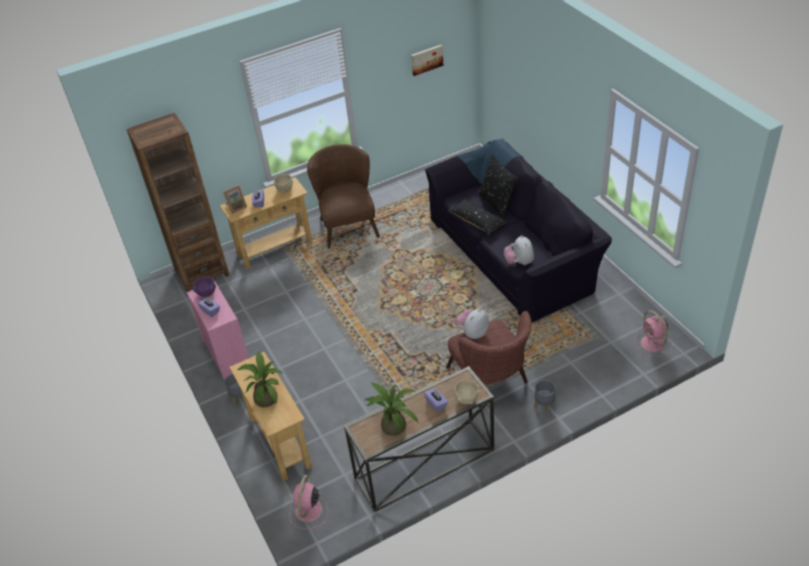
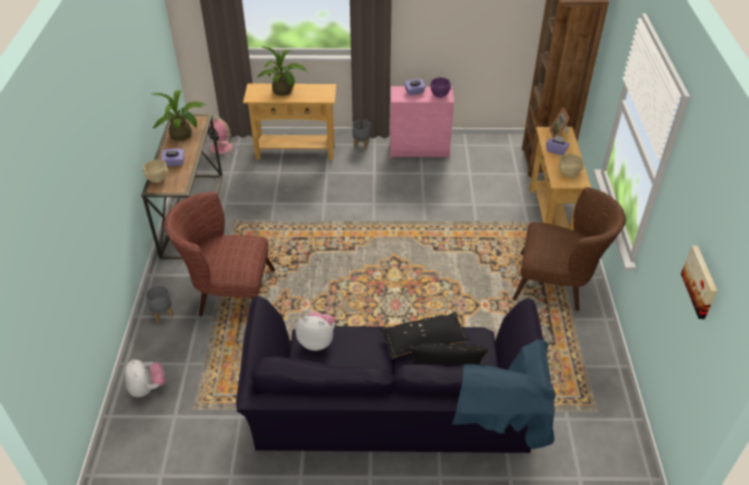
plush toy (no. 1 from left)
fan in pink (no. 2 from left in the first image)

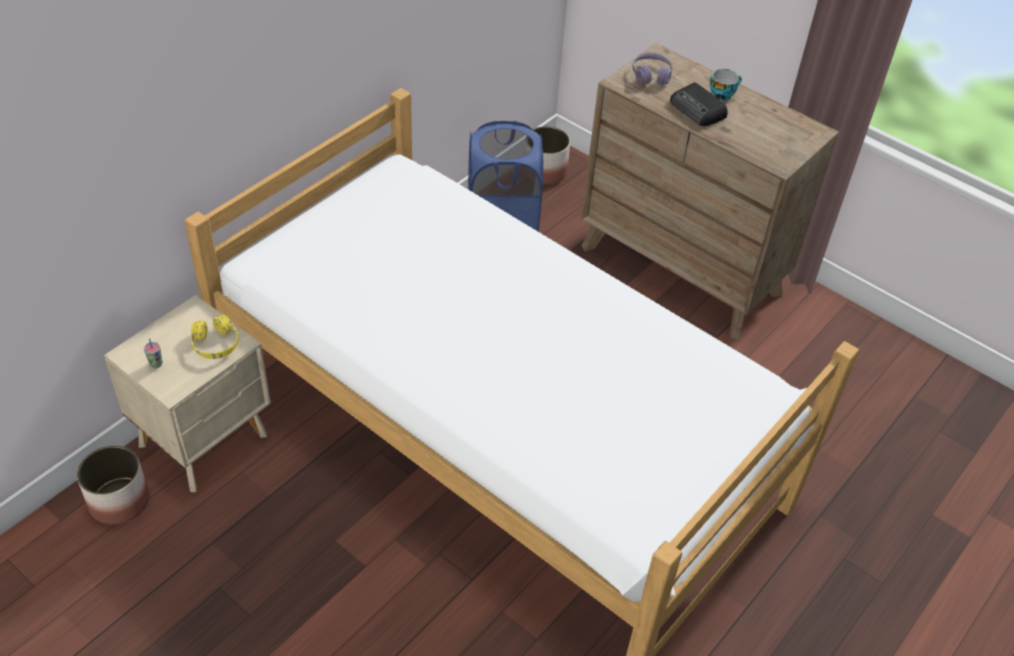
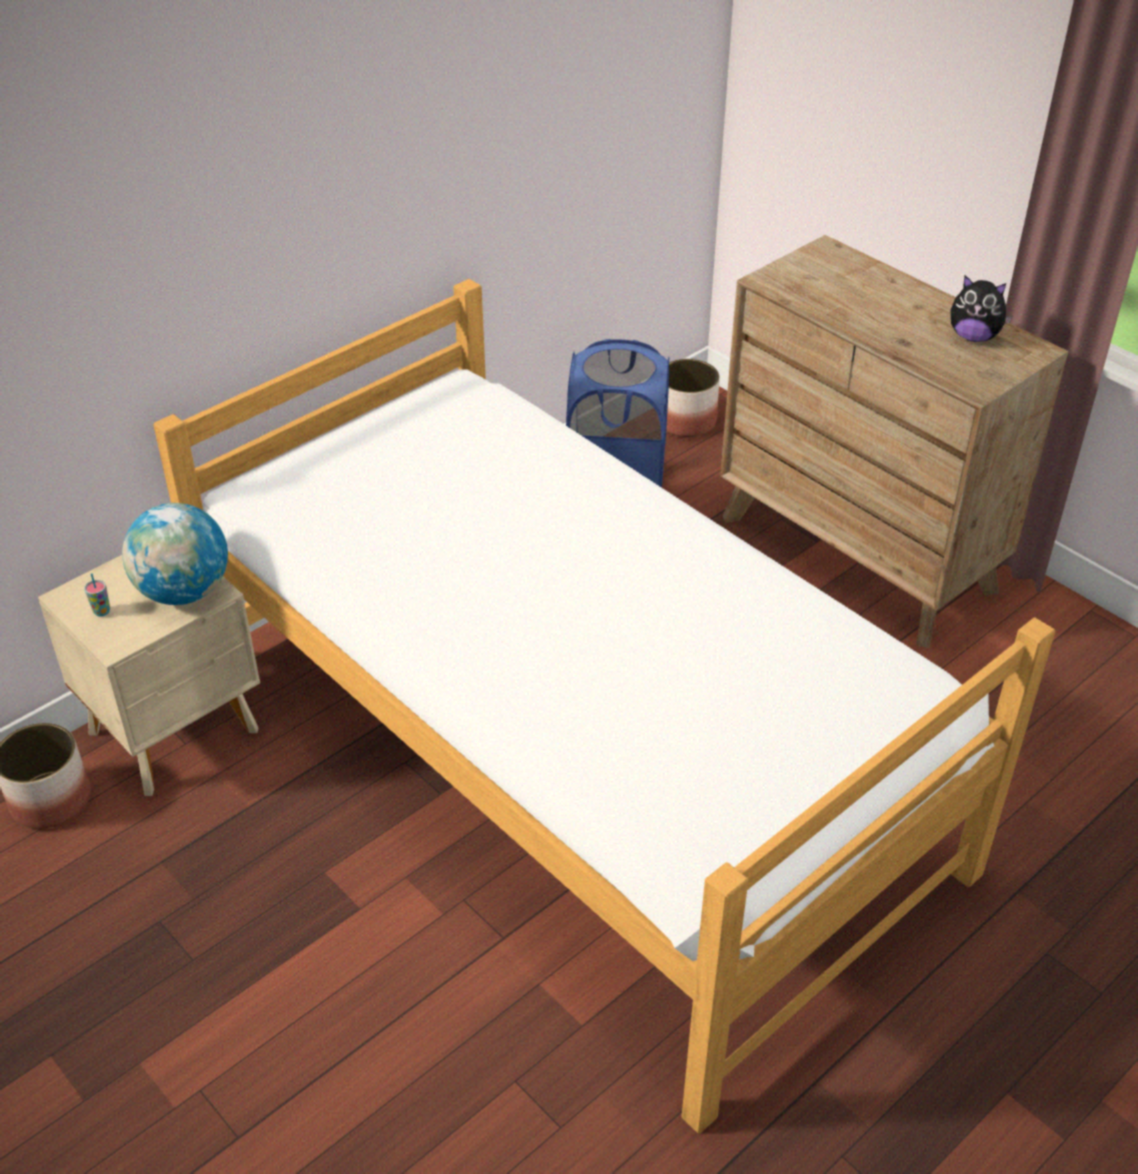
globe
headphones in purple
radio
cup (no. 2 from left in the first image)
plush toy

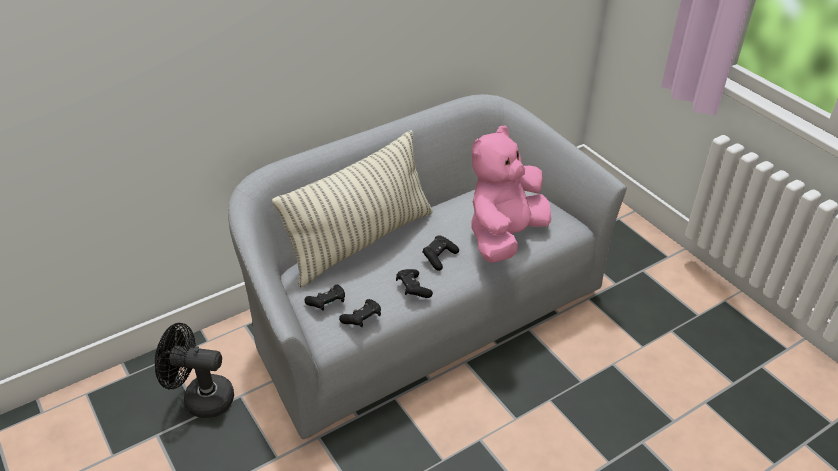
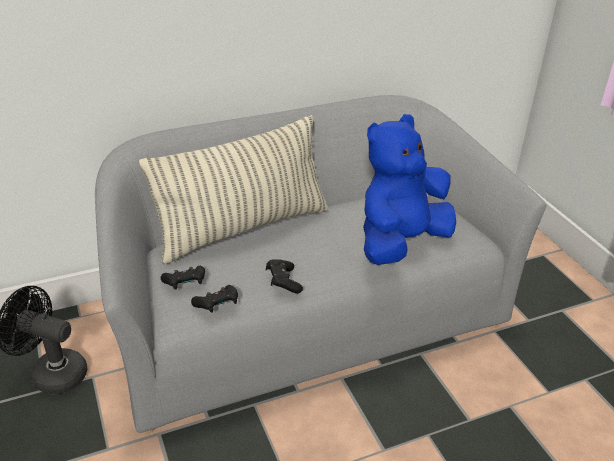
game controller in black (no. 4 from left in the first image)
plush toy in blue

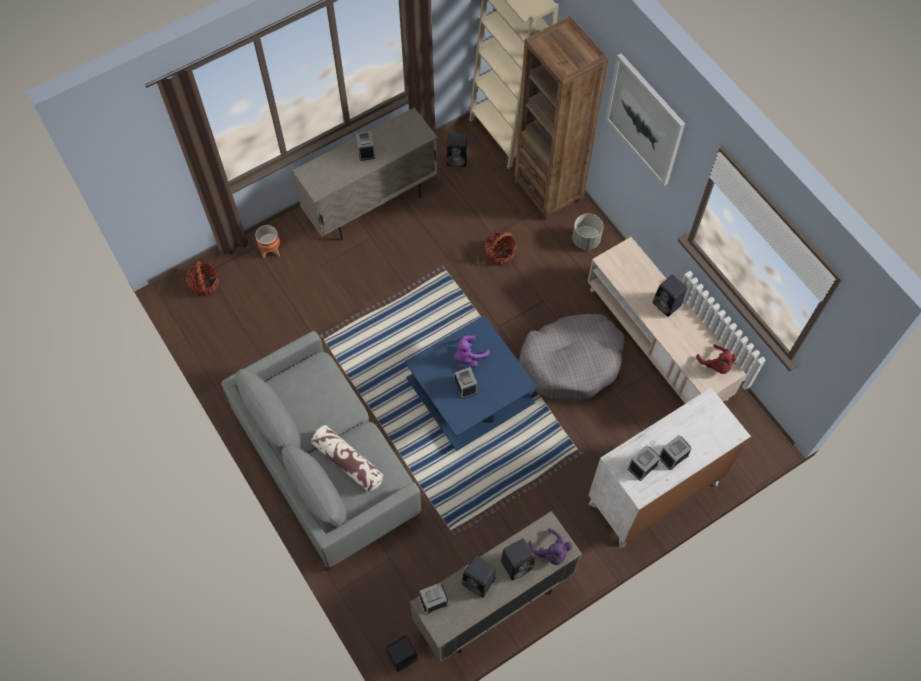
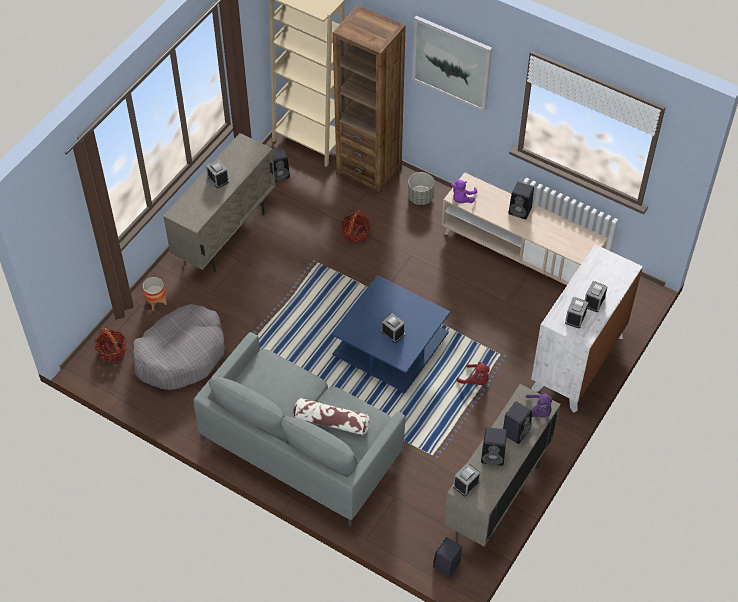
plush toy in purple (no. 1 from left)
dog bed in grey
plush toy in red

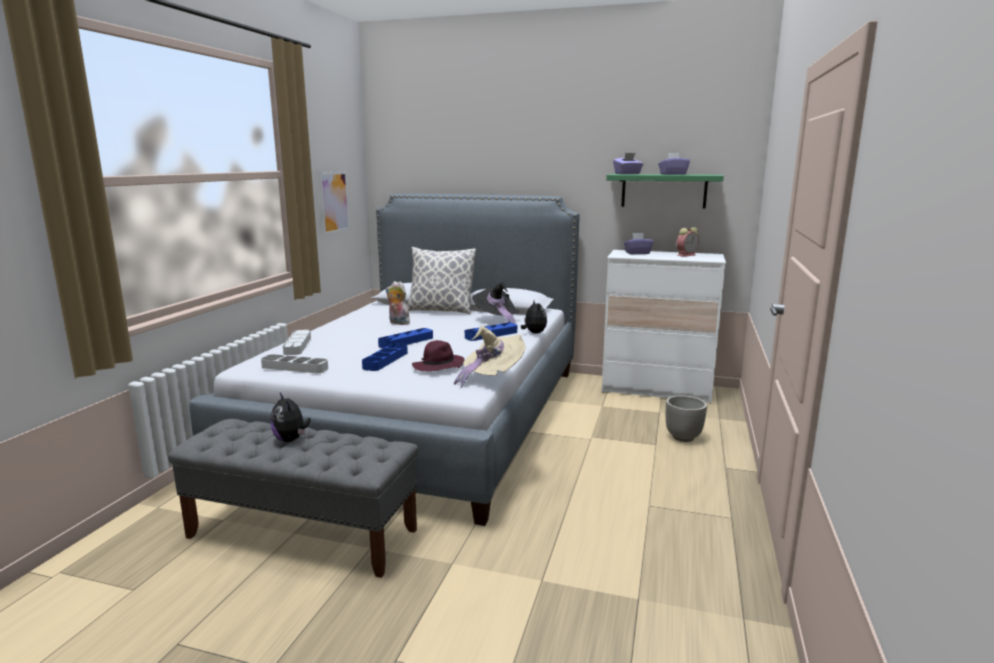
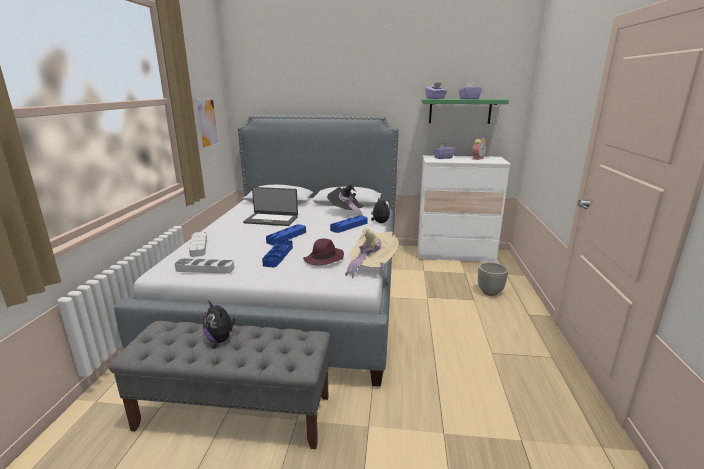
laptop
pillow

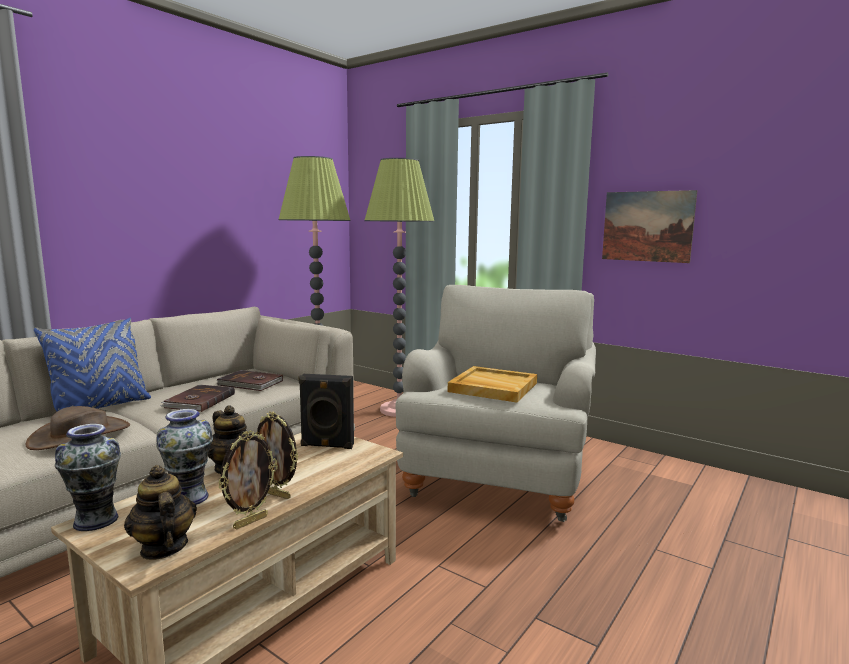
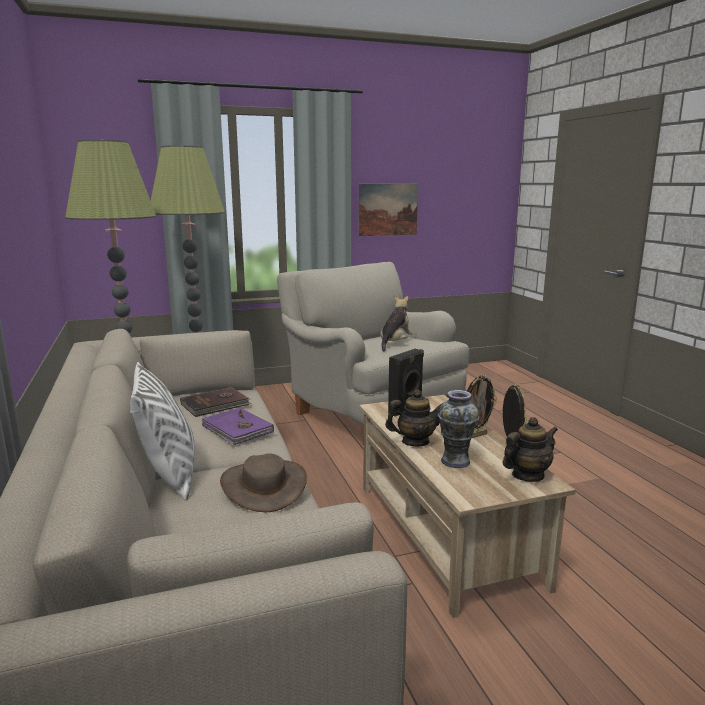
pillow in white
vase (no. 1 from left in the first image)
teapot (no. 2 from left)
book in purple
plush toy

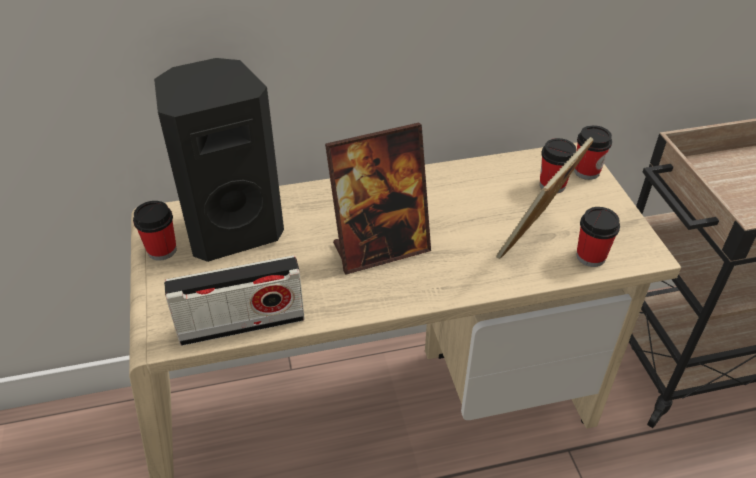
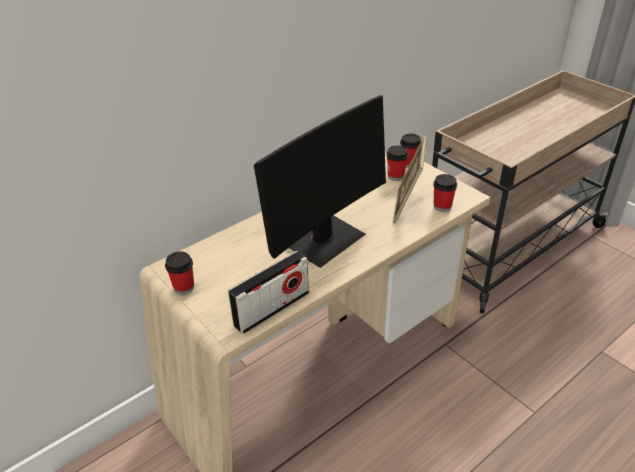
speaker in black
monitor

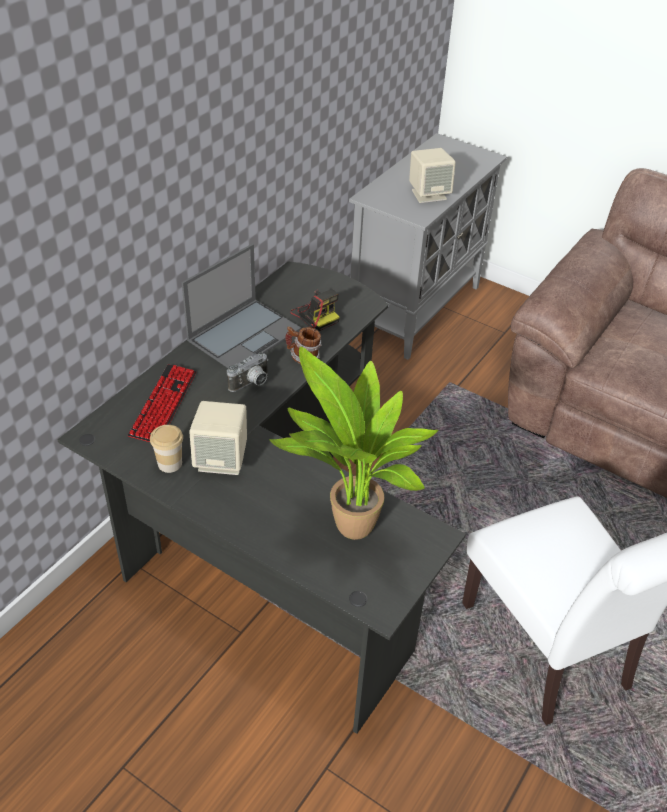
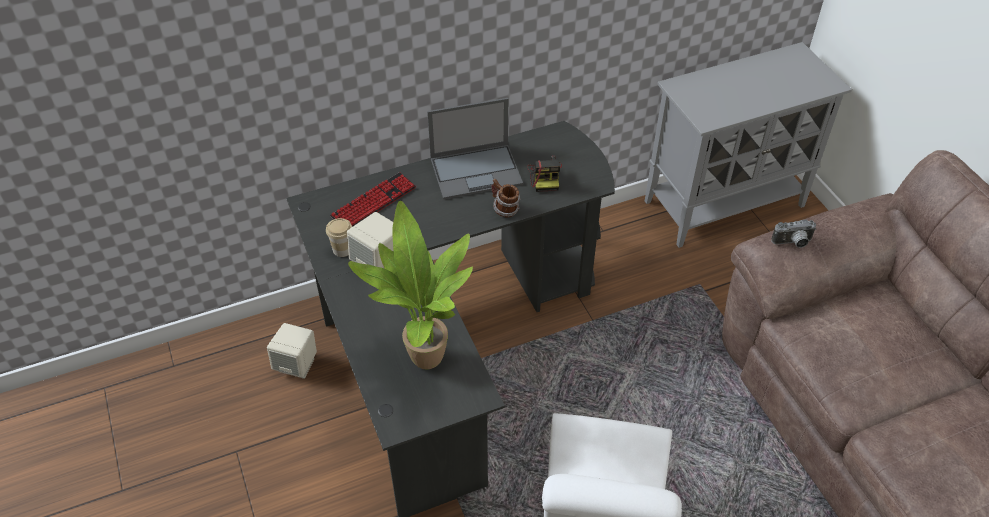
photo camera (no. 2 from left)
speaker in beige (no. 1 from left)

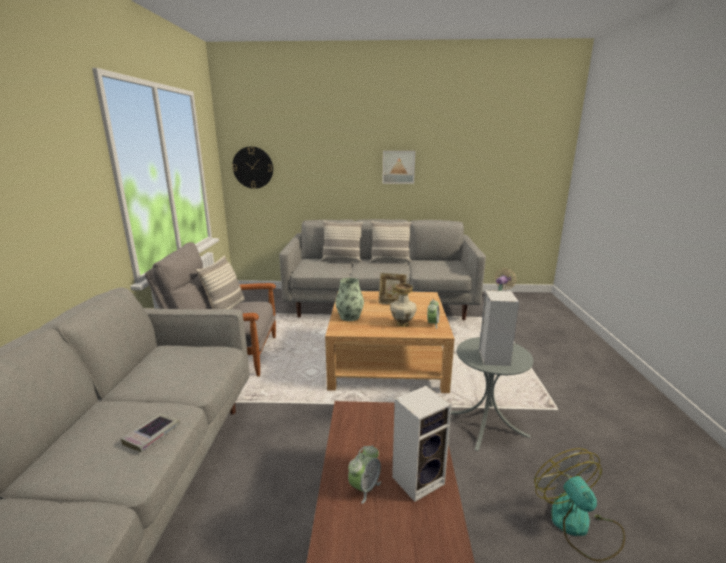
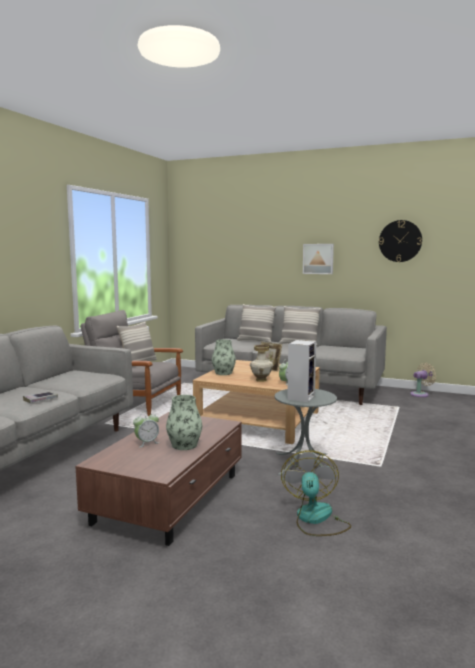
wall clock
vase (no. 1 from left)

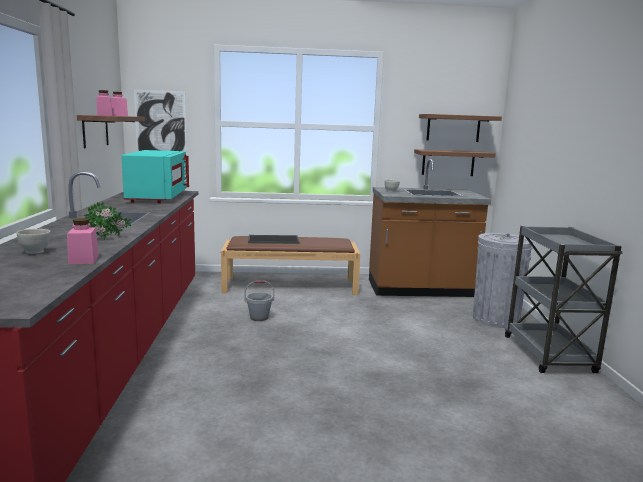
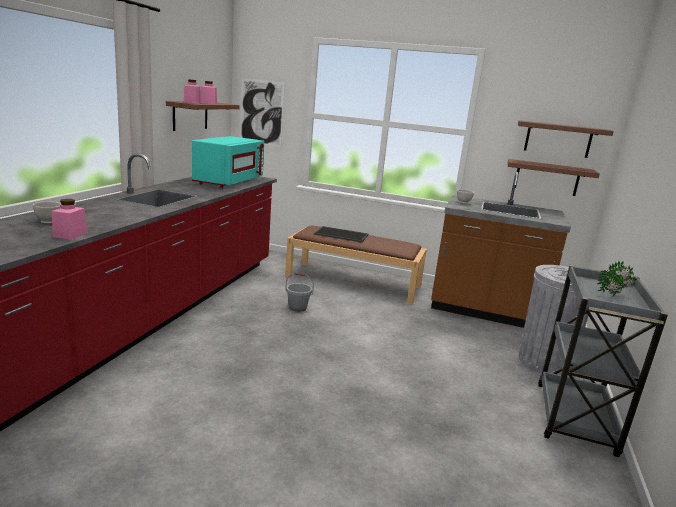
potted plant

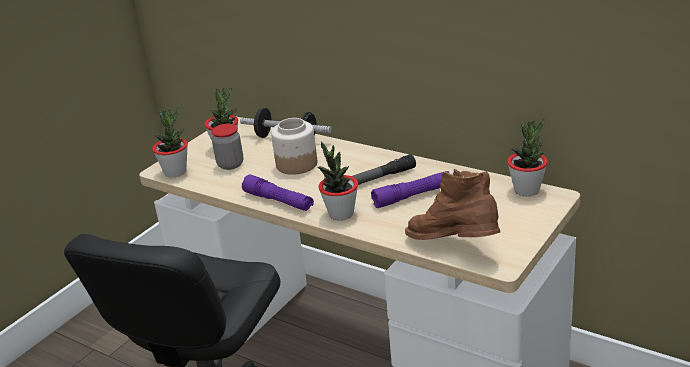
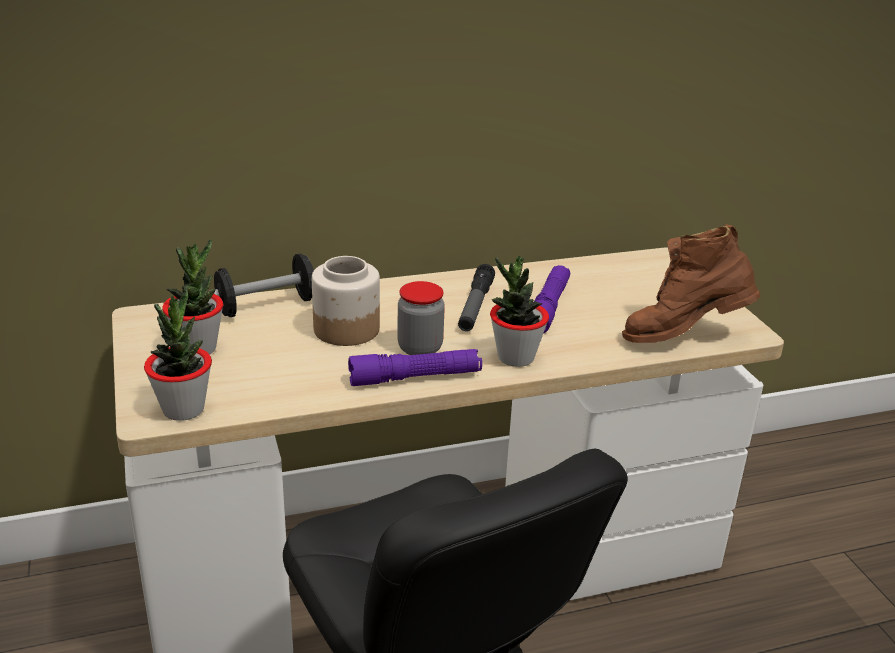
jar (no. 2 from left)
potted plant (no. 4 from left in the first image)

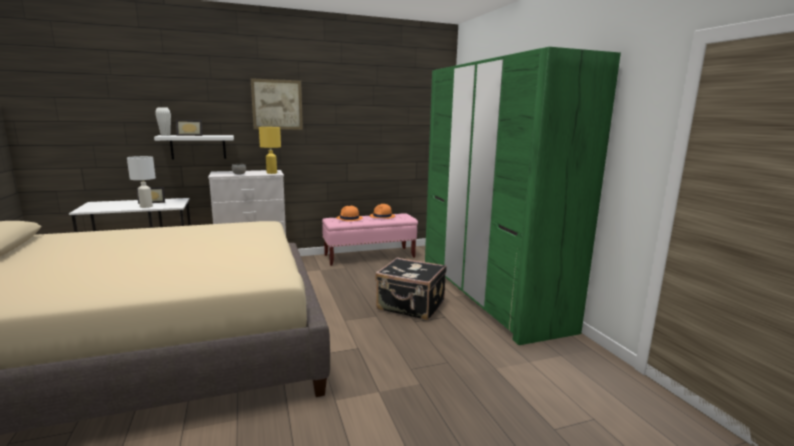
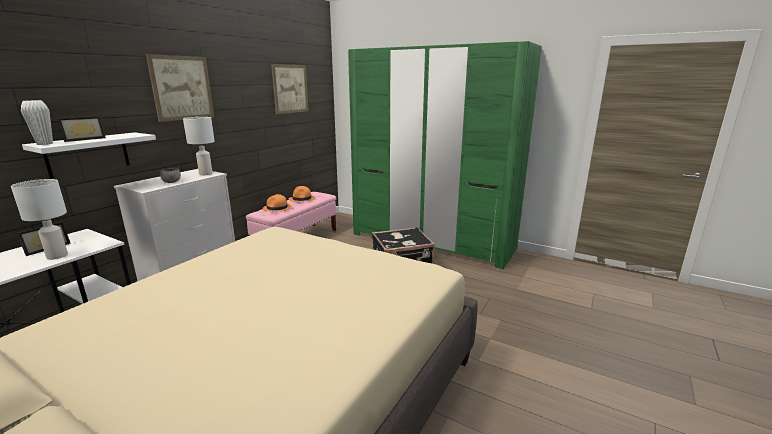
table lamp in white (no. 2 from left)
picture (no. 2 from left)

